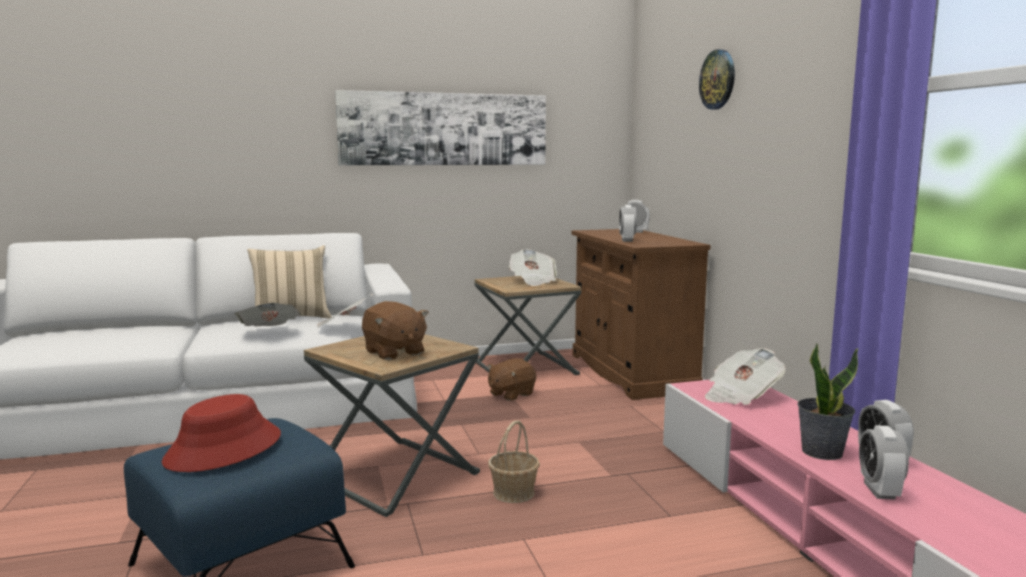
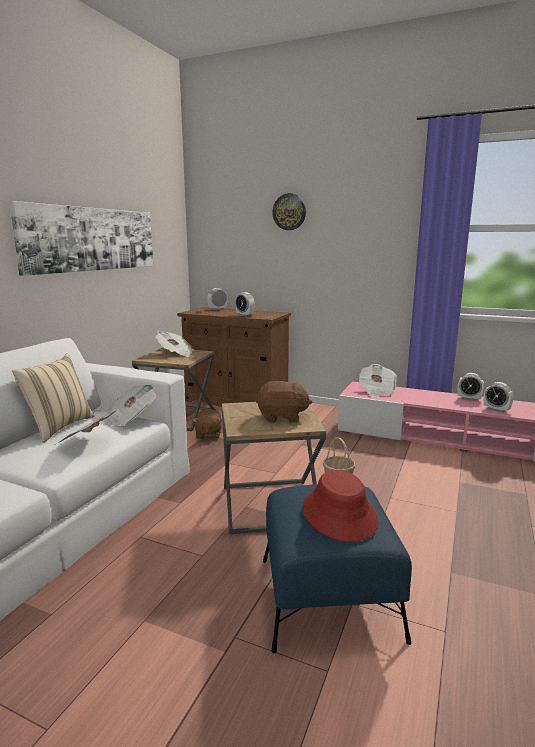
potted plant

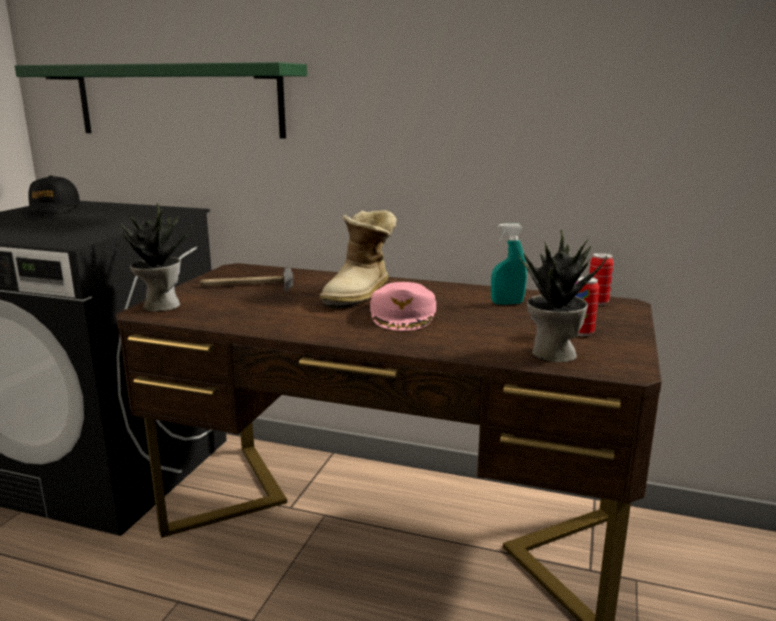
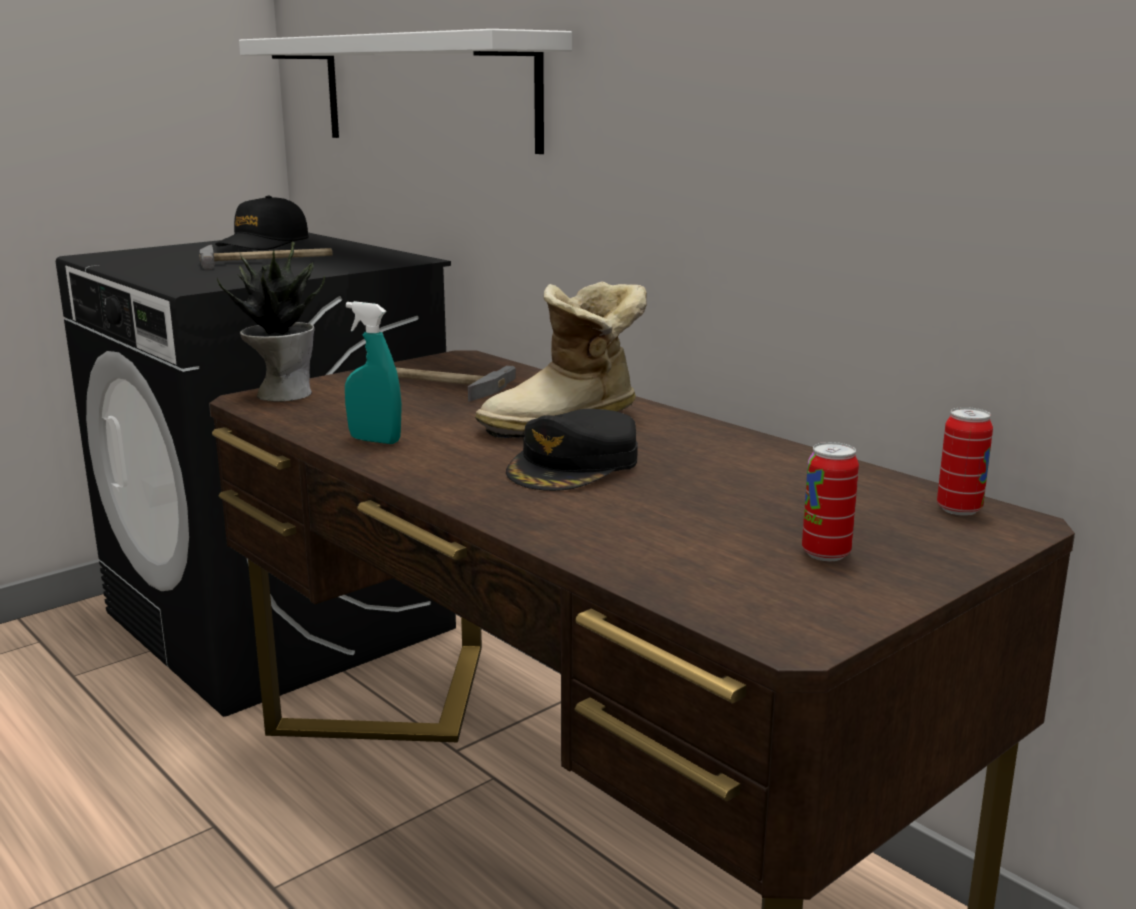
shelf in white
cap in black (no. 2 from left)
spray bottle in turquoise
potted plant (no. 2 from left in the first image)
hammer (no. 1 from left)

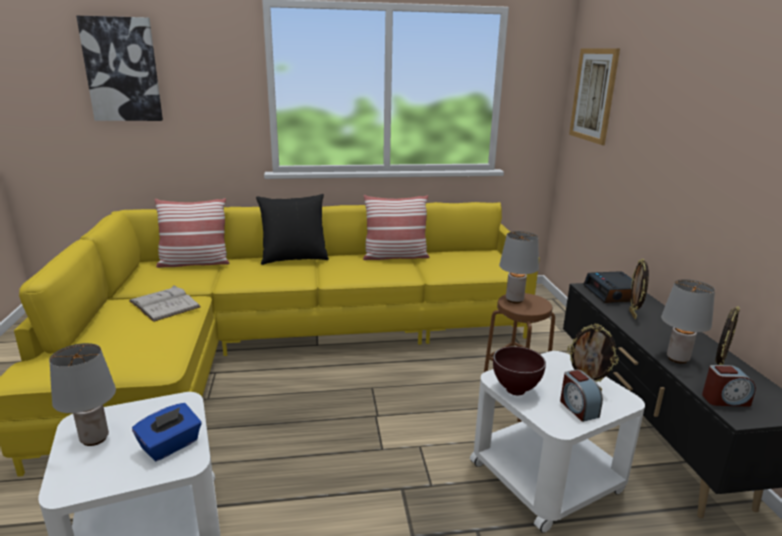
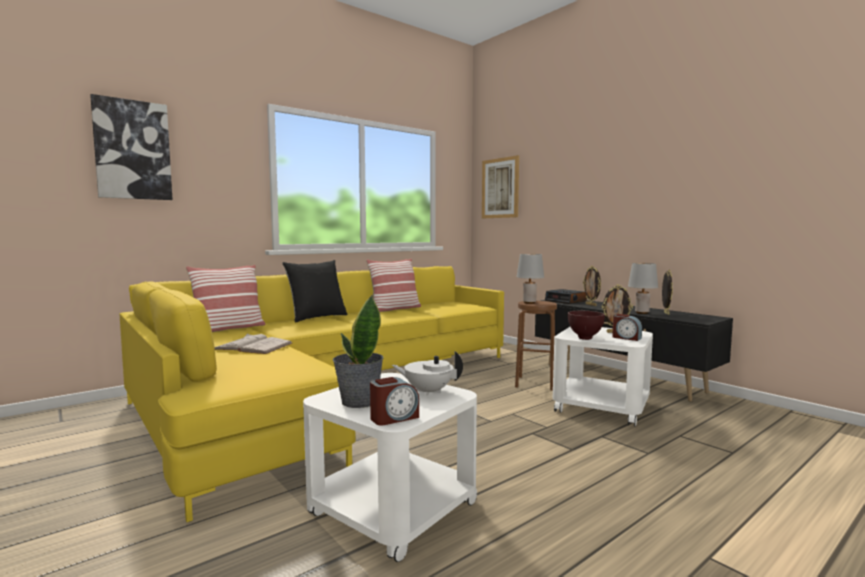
potted plant
teapot in white
alarm clock (no. 1 from left)

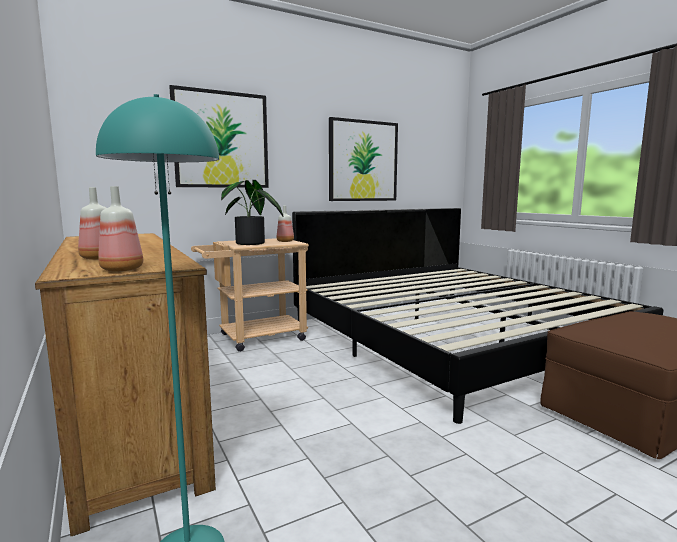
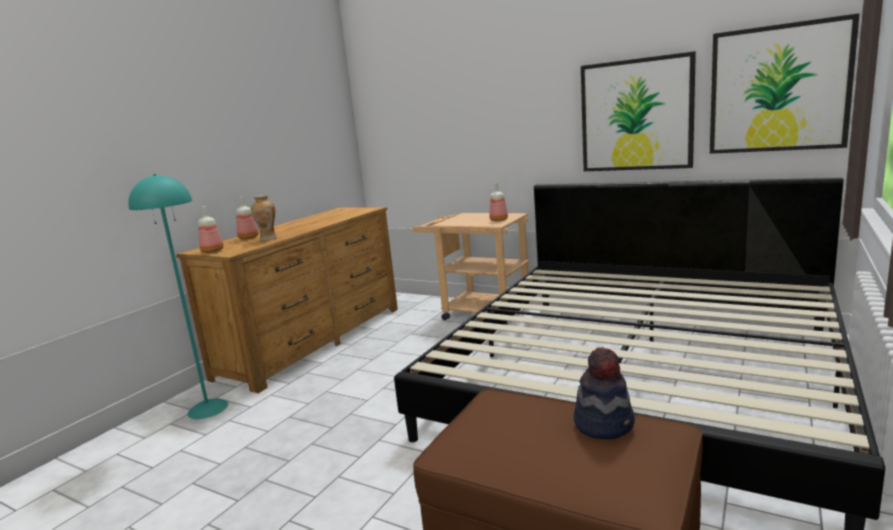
picture (no. 2 from left)
potted plant
vase
hat

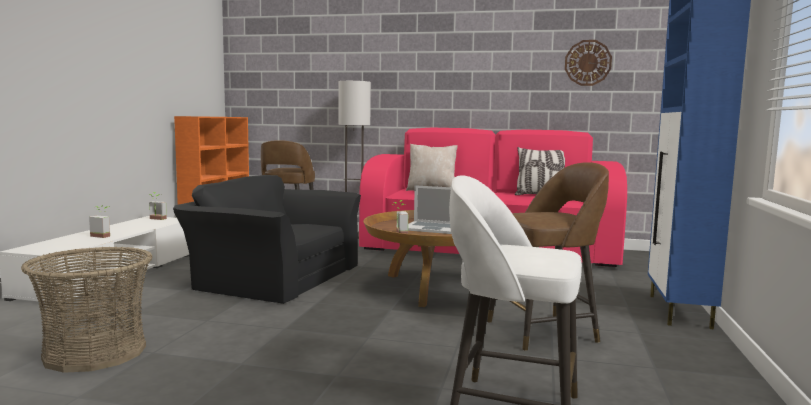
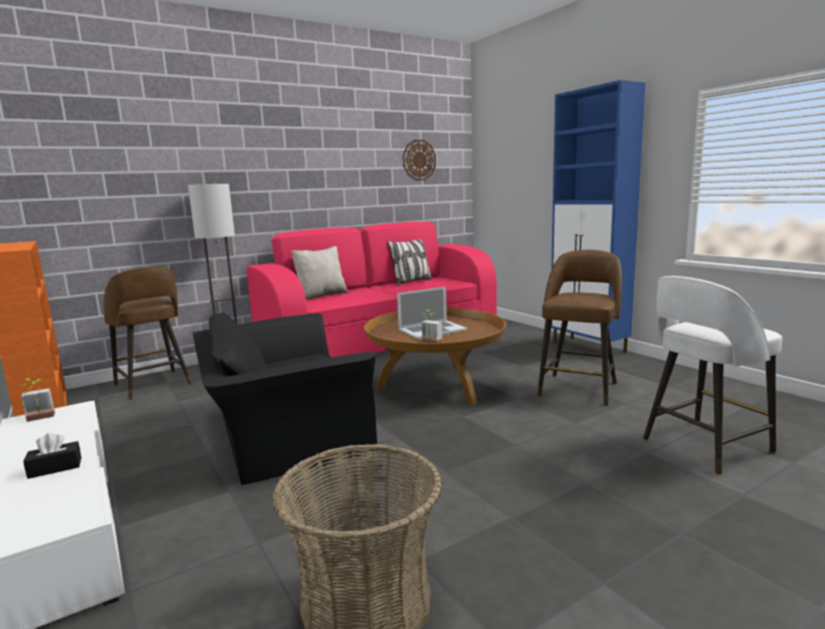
tissue box in black

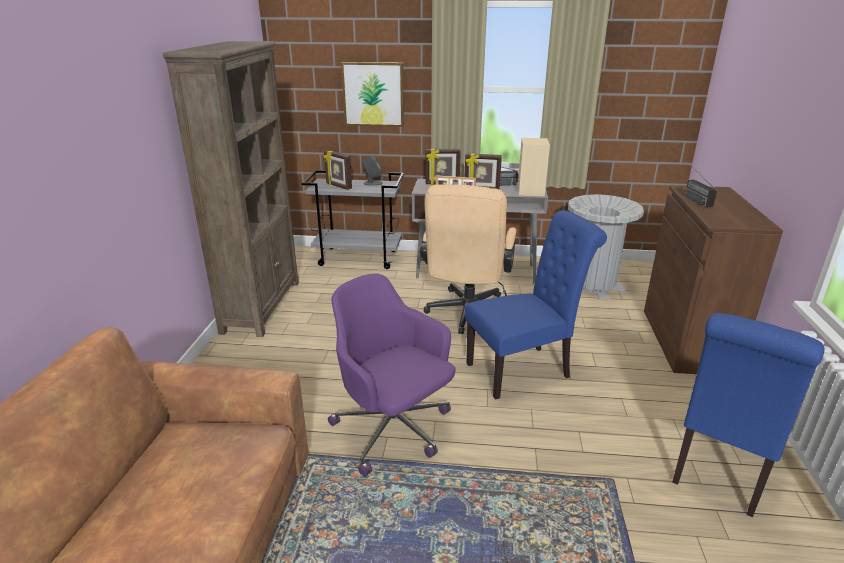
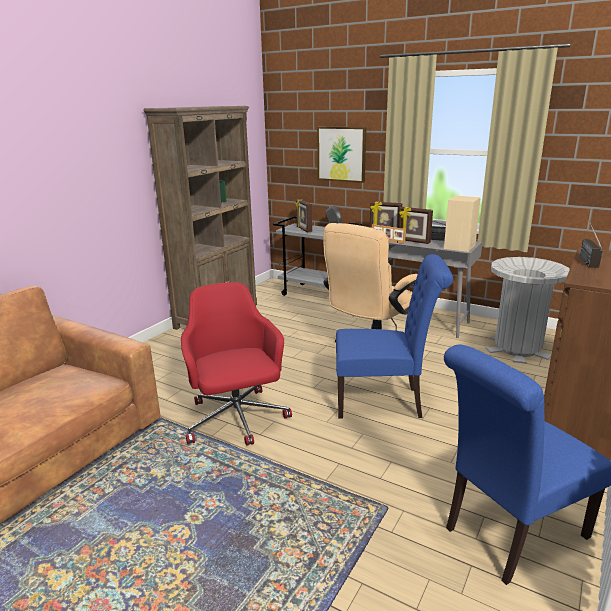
office chair in red

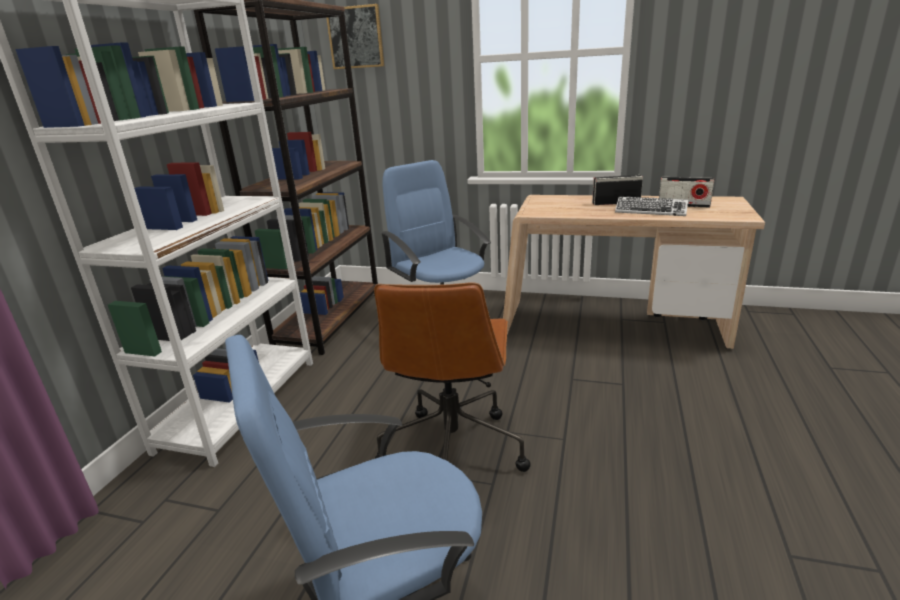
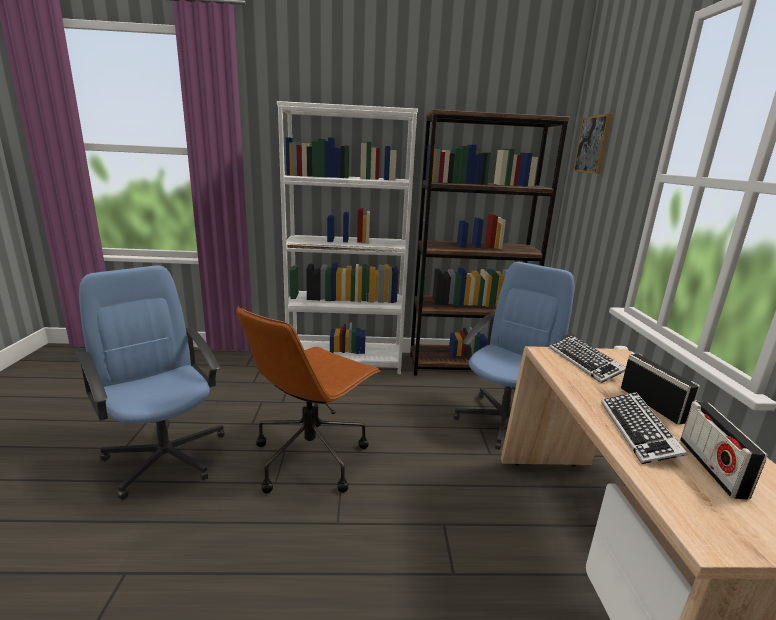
office chair in brown
keyboard (no. 1 from left)

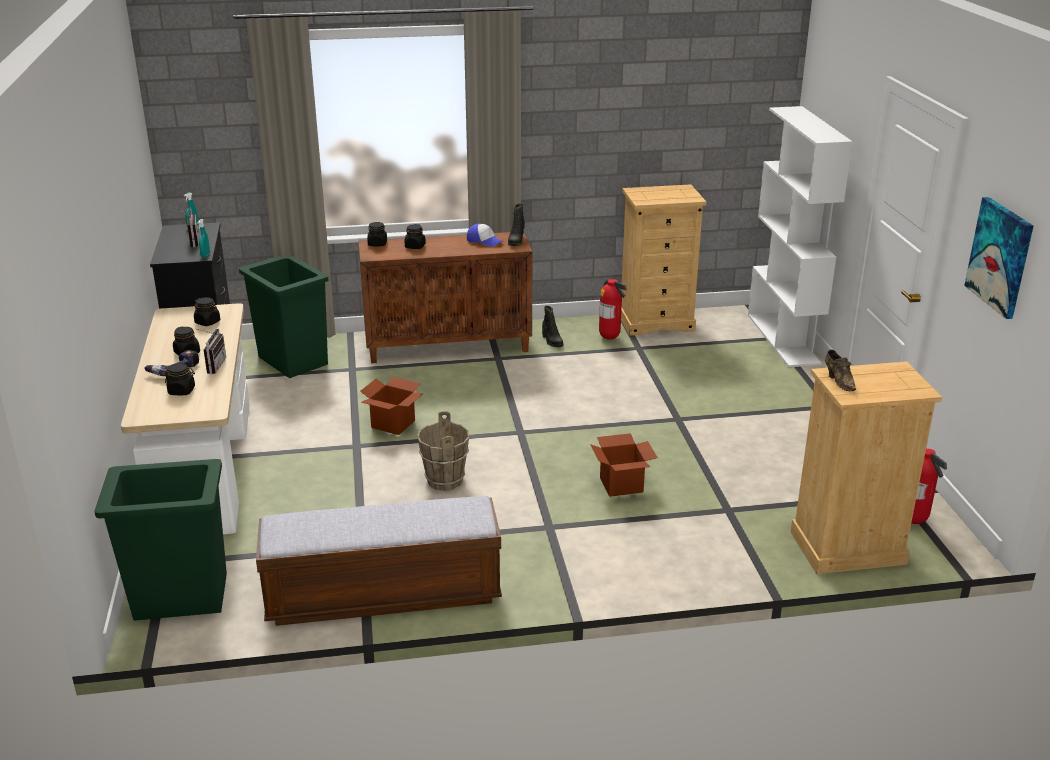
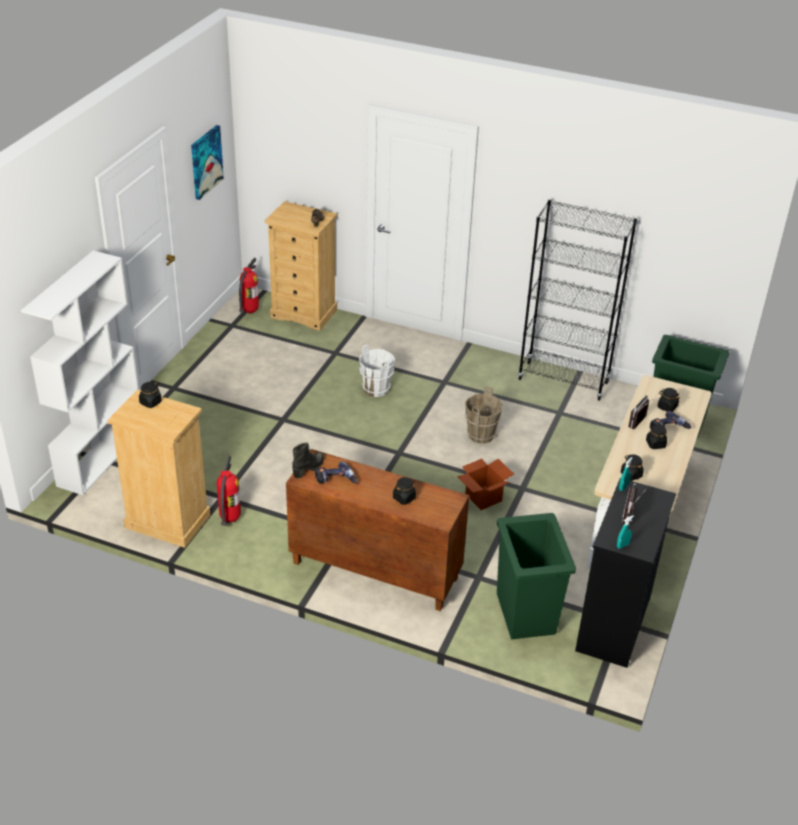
bookcase in black
jar in black (no. 1 from left)
power drill (no. 1 from left)
boot in black (no. 2 from left in the first image)
bucket in white

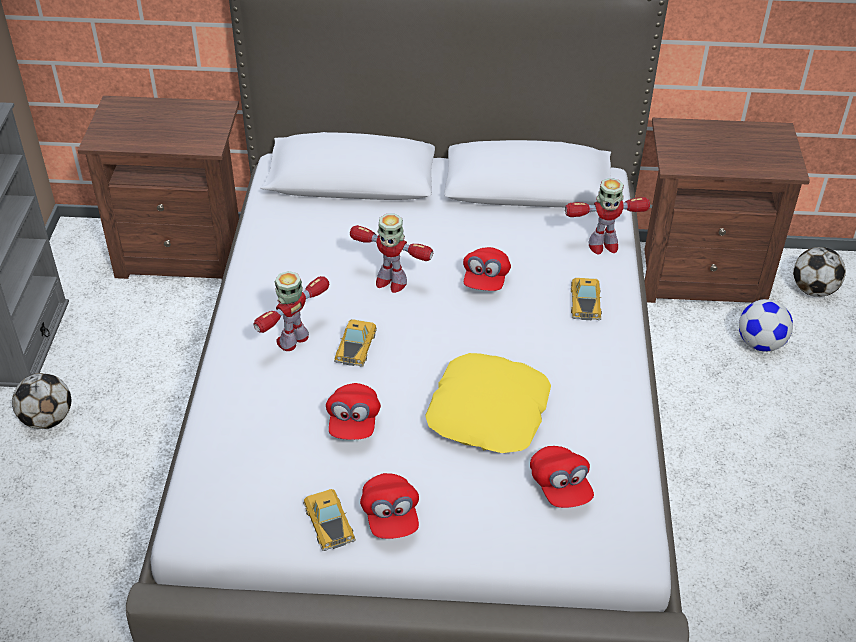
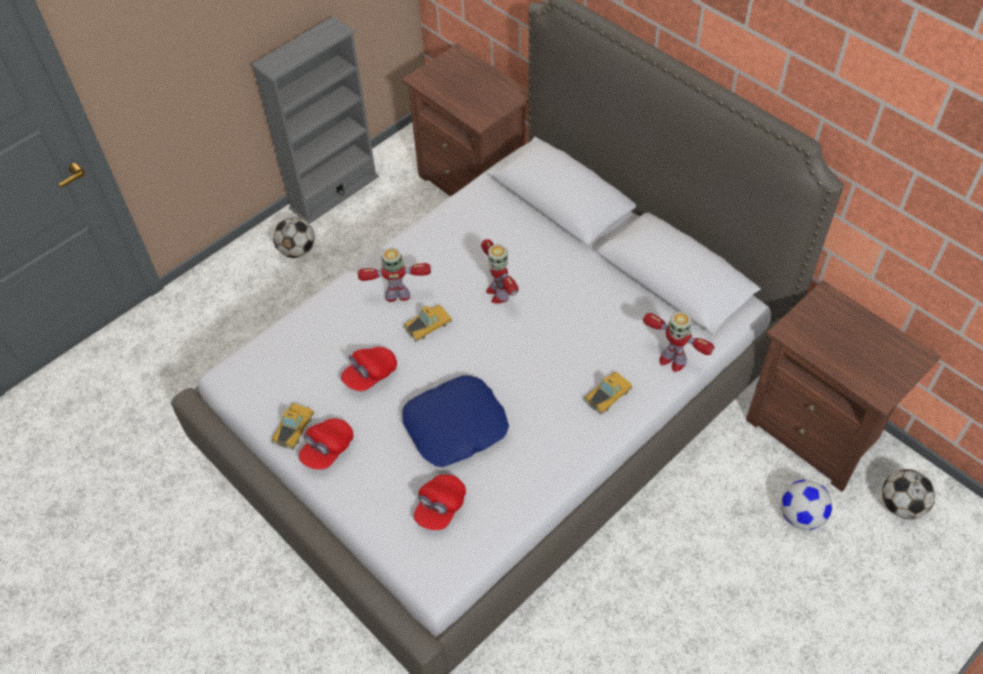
pillow in blue
cap in red (no. 3 from left in the first image)

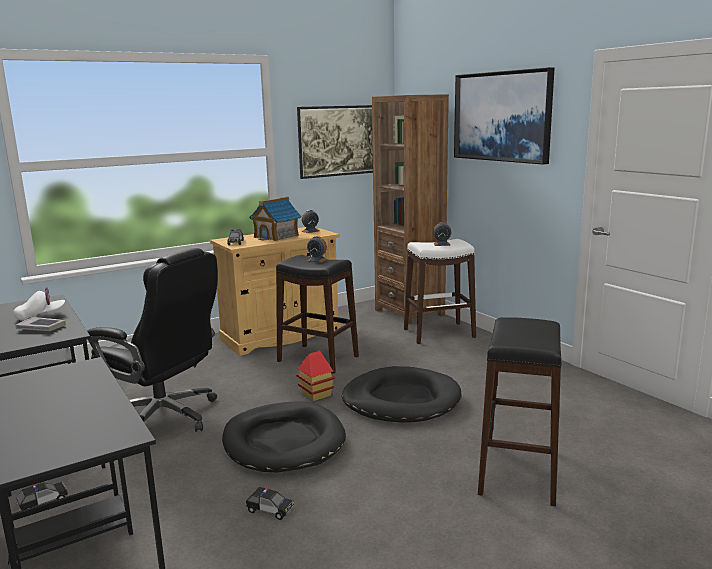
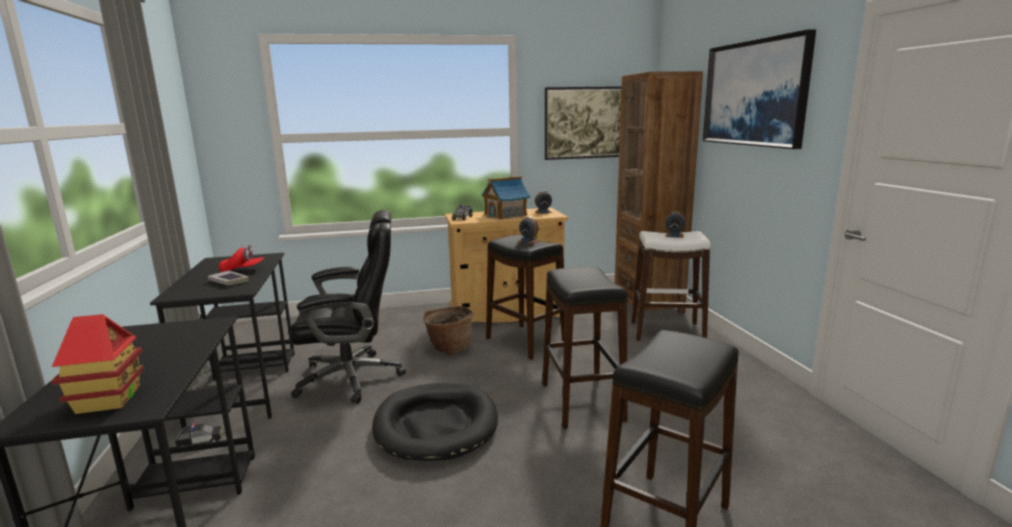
cap in red
office chair in black
toy car (no. 3 from left in the first image)
toy house (no. 1 from left)
stool in black (no. 2 from left)
basket

